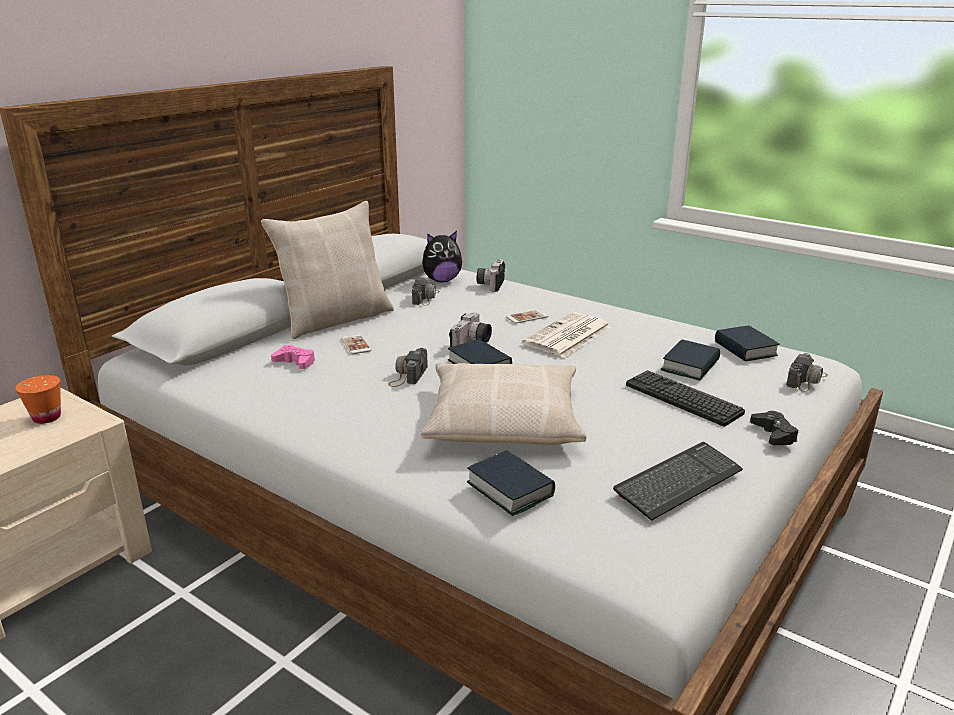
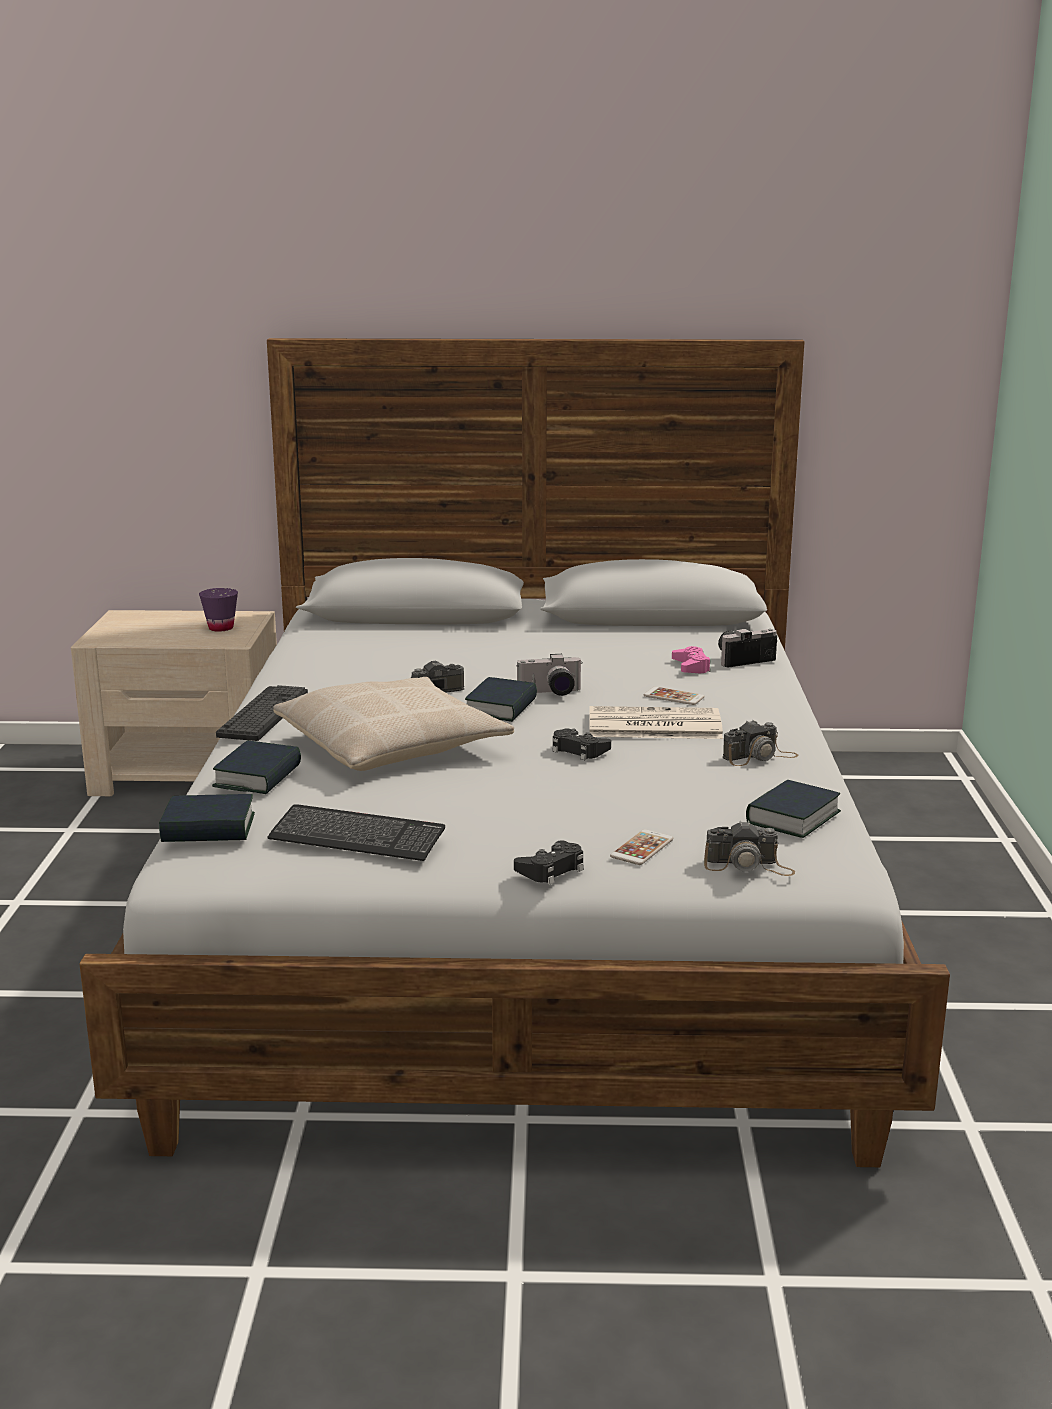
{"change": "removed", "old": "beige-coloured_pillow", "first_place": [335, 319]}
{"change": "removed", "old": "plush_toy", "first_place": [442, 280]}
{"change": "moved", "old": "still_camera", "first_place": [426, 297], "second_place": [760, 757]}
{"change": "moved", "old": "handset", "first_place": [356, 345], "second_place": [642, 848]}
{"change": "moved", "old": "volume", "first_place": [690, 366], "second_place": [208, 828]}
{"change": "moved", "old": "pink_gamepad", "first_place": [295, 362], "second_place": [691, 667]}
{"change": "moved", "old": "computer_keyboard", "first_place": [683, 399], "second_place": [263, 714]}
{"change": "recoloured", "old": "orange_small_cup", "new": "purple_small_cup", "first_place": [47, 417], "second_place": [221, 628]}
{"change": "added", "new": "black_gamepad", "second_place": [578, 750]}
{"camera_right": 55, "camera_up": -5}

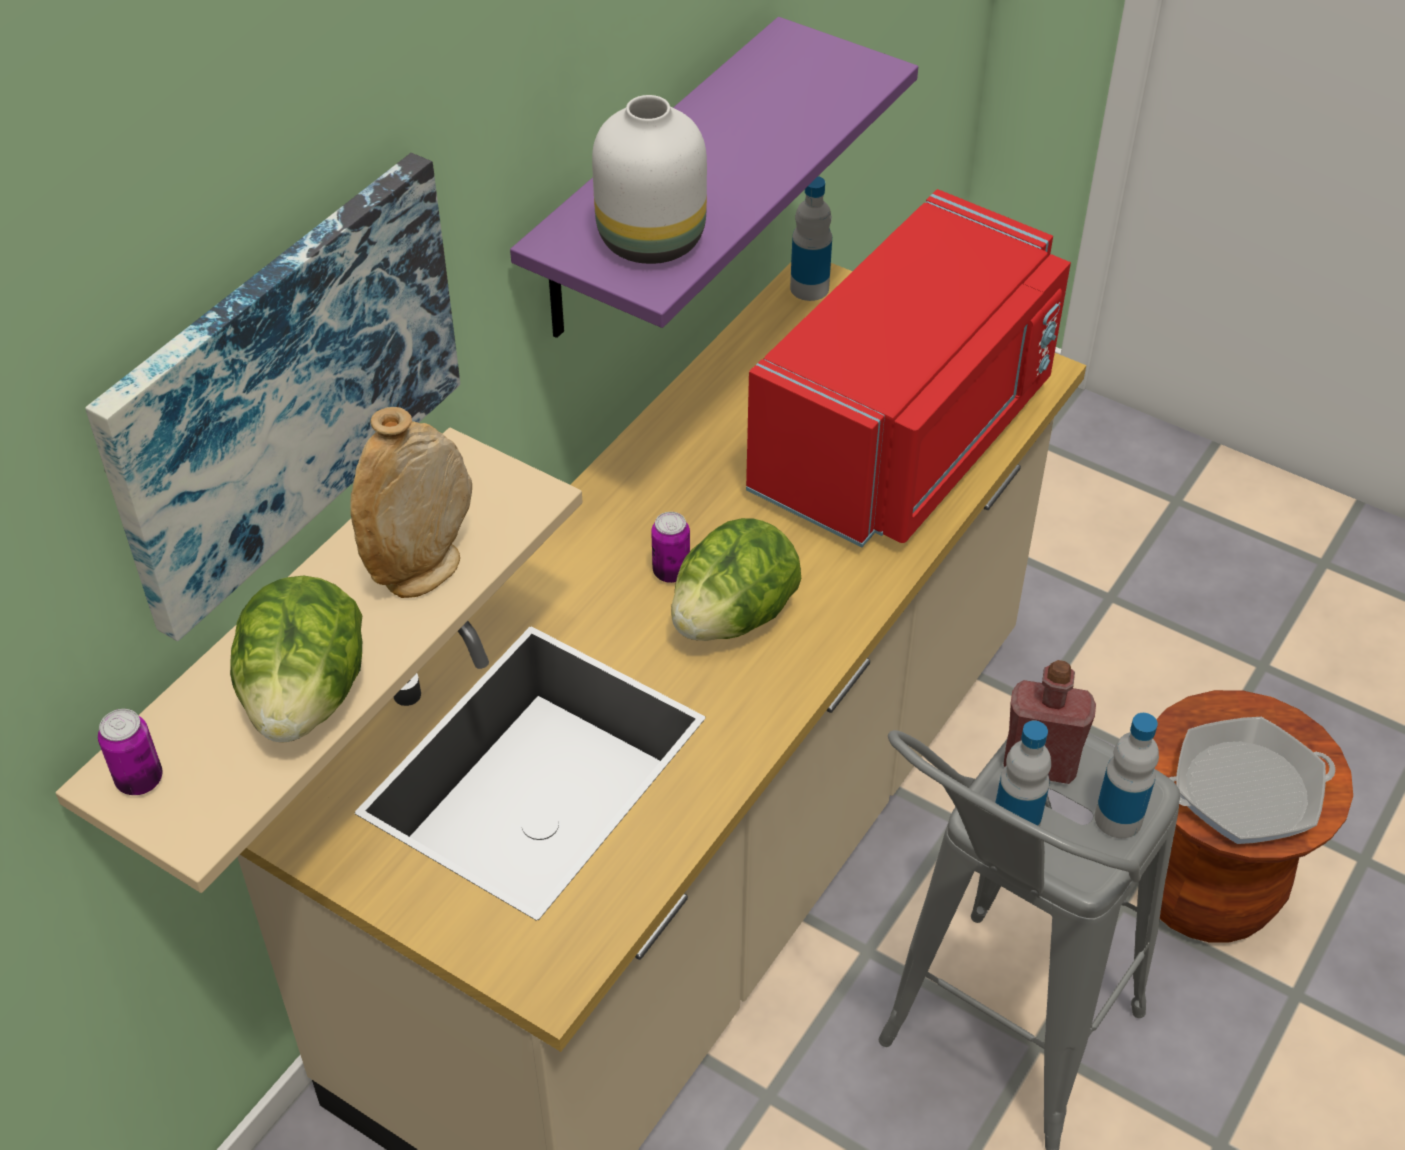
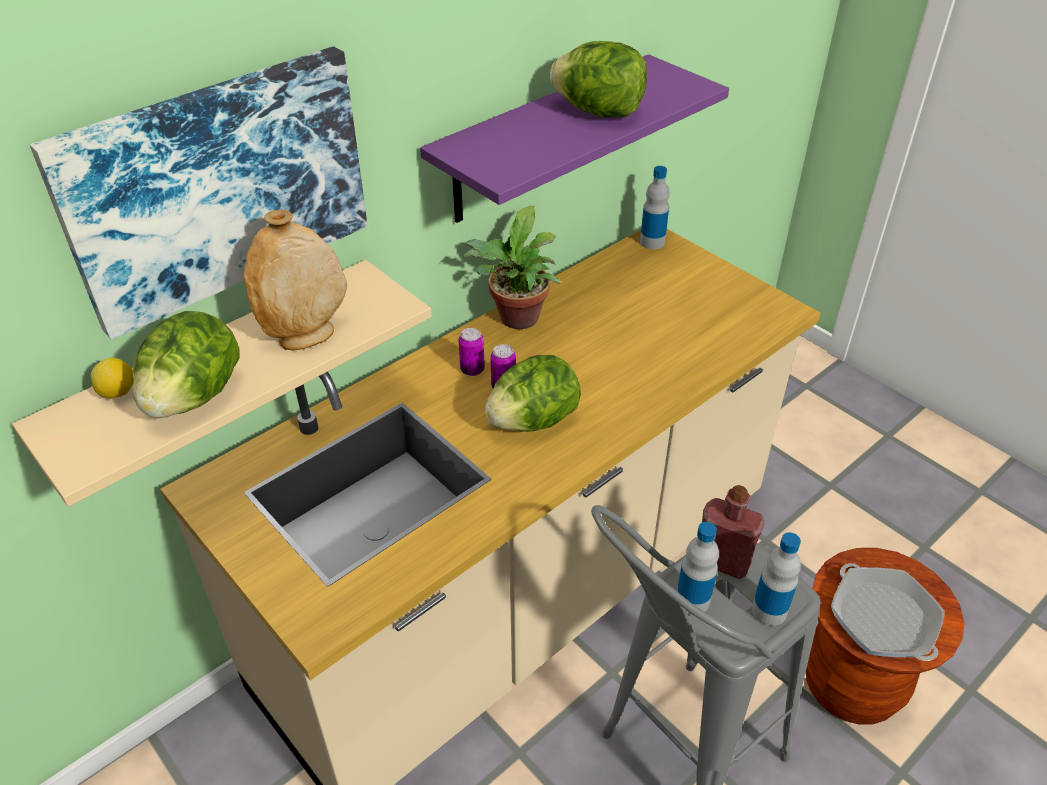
{"change": "removed", "old": "white_flower_vase", "first_place": [652, 238]}
{"change": "removed", "old": "red-coloured_microwave_oven", "first_place": [908, 437]}
{"change": "moved", "old": "metal_can", "first_place": [140, 780], "second_place": [472, 370]}
{"change": "turned", "old": "frying_pan", "first_place": [1245, 790], "second_place": [883, 619], "degrees": 60}
{"change": "added", "new": "lettuce", "second_place": [599, 112]}
{"change": "added", "new": "plant_in_a_pot", "second_place": [516, 321]}
{"change": "added", "new": "citrus_fruit", "second_place": [118, 393]}
{"camera_right": 15, "camera_up": -5}

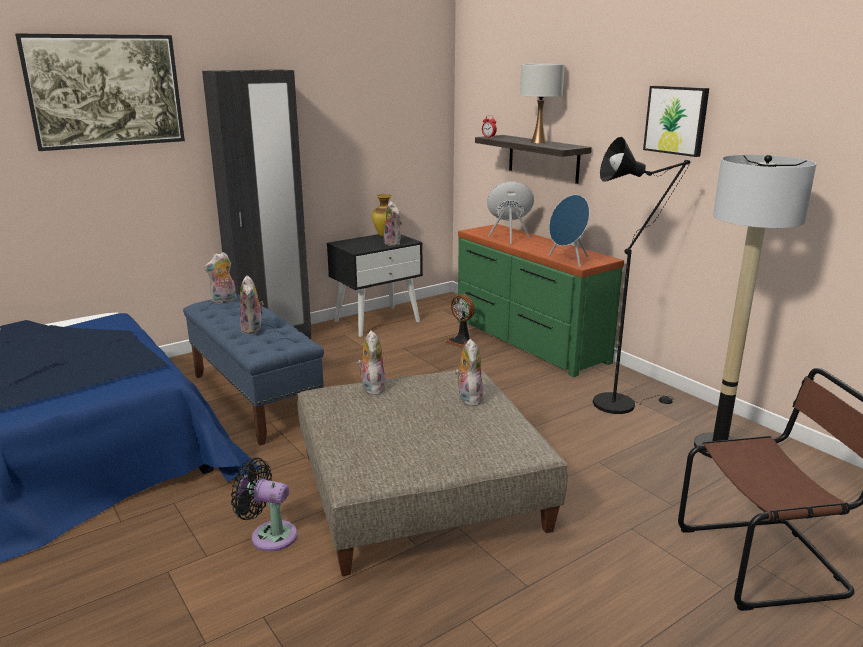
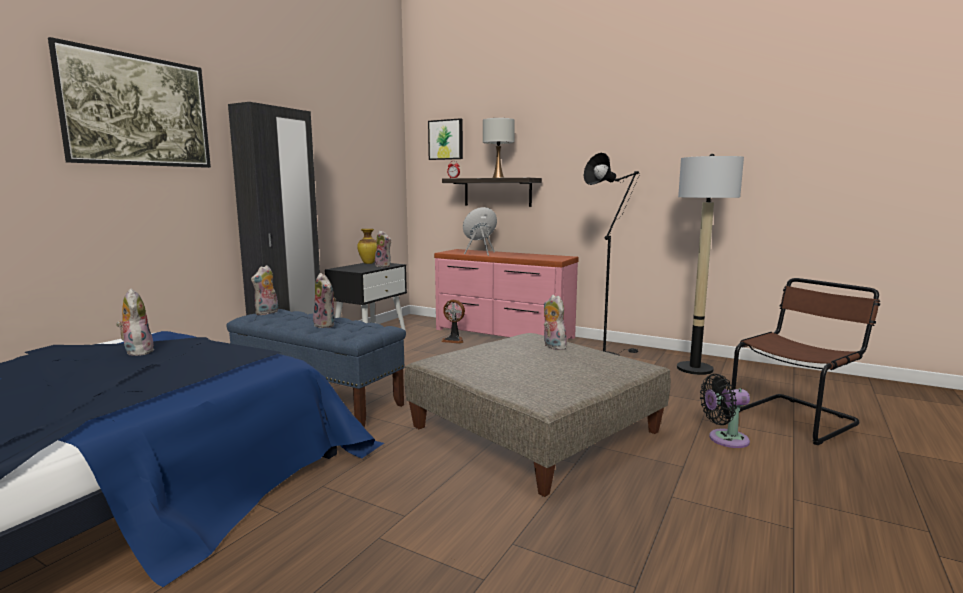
{"change": "moved", "old": "picture", "first_place": [676, 120], "second_place": [446, 139]}
{"change": "removed", "old": "blue-coloured_audio_speaker", "first_place": [568, 260]}
{"change": "recoloured", "old": "green_chest_of_drawers", "new": "pink_chest_of_drawers", "first_place": [528, 341], "second_place": [502, 333]}
{"change": "moved", "old": "plush_toy", "first_place": [372, 388], "second_place": [137, 351]}
{"change": "moved", "old": "black_cooling_fan", "first_place": [269, 535], "second_place": [724, 439]}
{"camera_right": -25, "camera_up": -10}

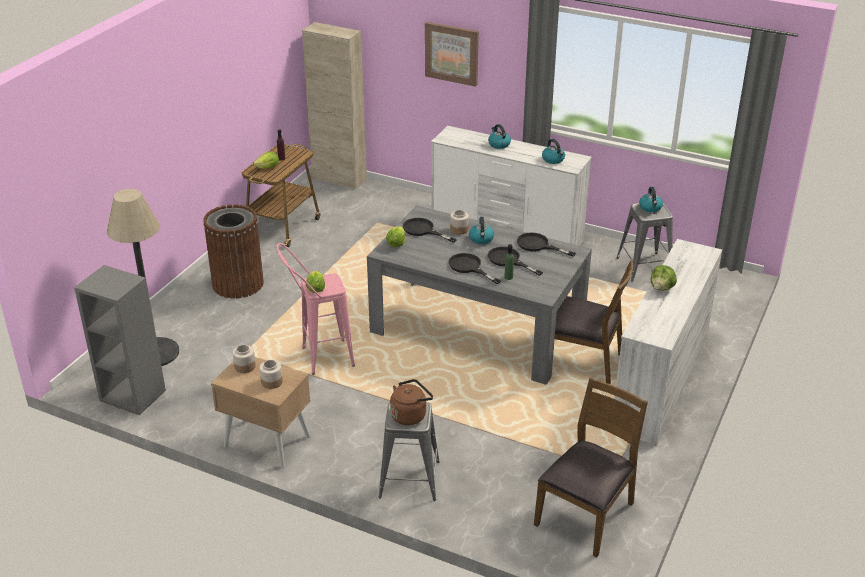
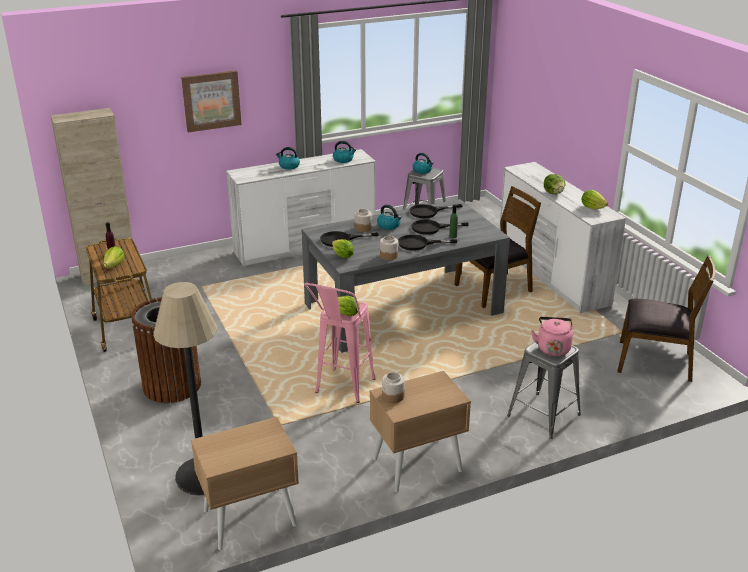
{"change": "replaced", "old": "greyish_shelving_unit", "new": "beige-coloured_nightstand", "first_place": [131, 396], "second_place": [249, 518]}
{"change": "moved", "old": "jar", "first_place": [272, 382], "second_place": [389, 255]}
{"change": "turned", "old": "brownish_plain_chair", "first_place": [586, 514], "second_place": [655, 361], "degrees": 120}
{"change": "recoloured", "old": "brownish_kettle", "new": "pink_kettle", "first_place": [410, 415], "second_place": [553, 348]}
{"change": "added", "new": "lettuce", "second_place": [592, 207]}
{"camera_right": -50, "camera_up": -5}

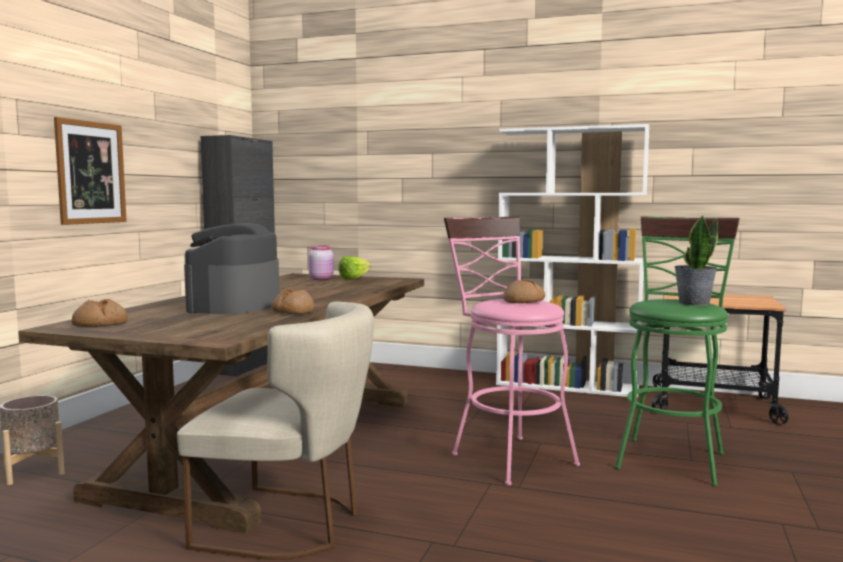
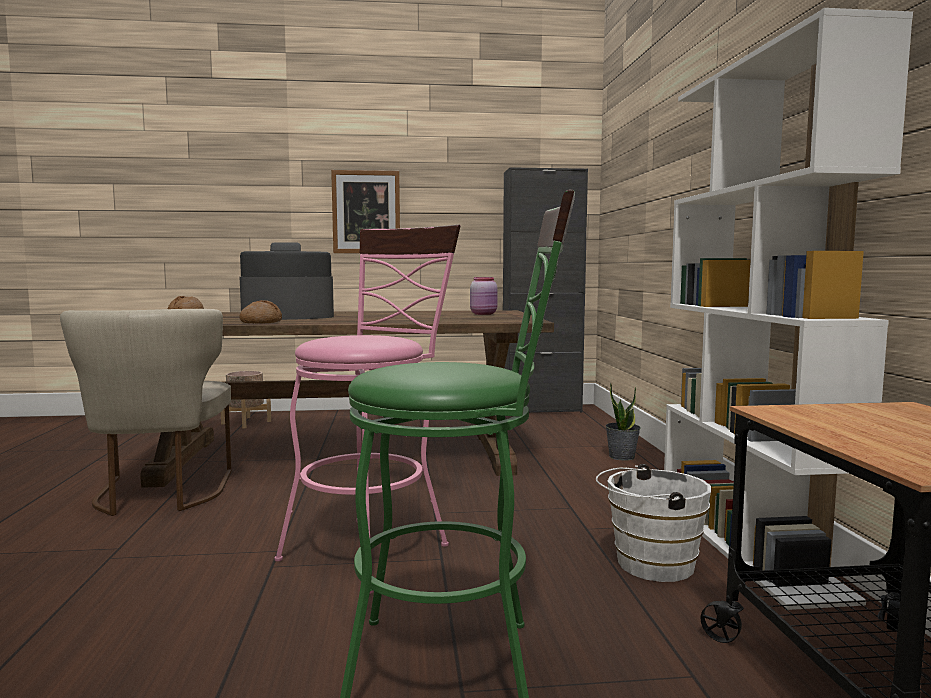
{"change": "moved", "old": "plant_in_a_pot", "first_place": [693, 303], "second_place": [621, 456]}
{"change": "removed", "old": "lettuce", "first_place": [357, 278]}
{"change": "removed", "old": "bakery_bread", "first_place": [524, 301]}
{"change": "added", "new": "white_bucket", "second_place": [648, 564]}
{"camera_right": 65, "camera_up": 0}

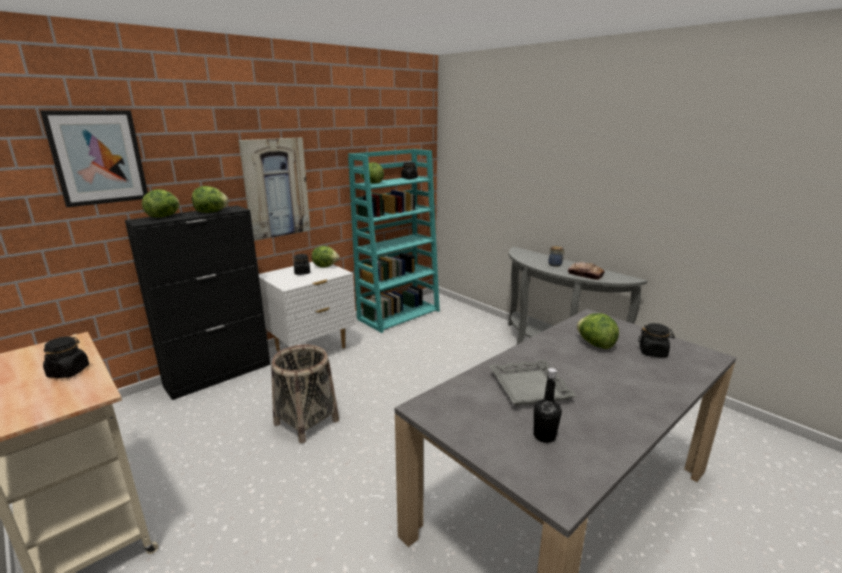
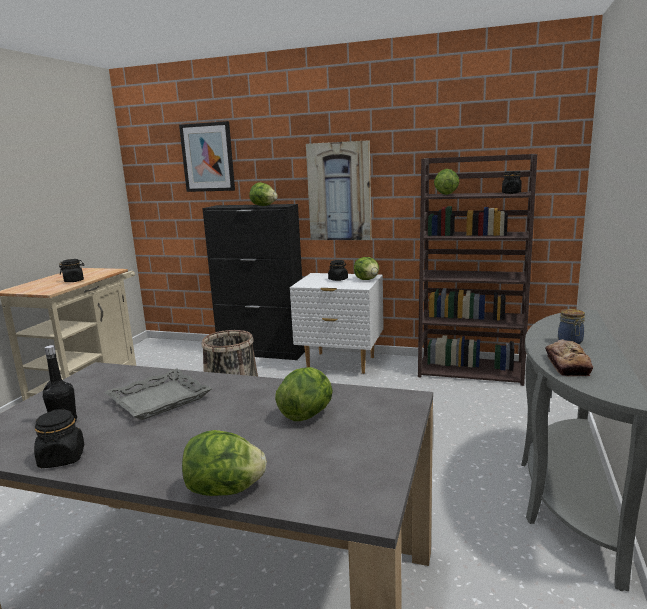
{"change": "recoloured", "old": "blue-green_shelving_unit", "new": "brownish_shelving_unit", "first_place": [399, 314], "second_place": [471, 370]}
{"change": "moved", "old": "lettuce", "first_place": [164, 216], "second_place": [225, 490]}
{"change": "moved", "old": "black_jar", "first_place": [653, 352], "second_place": [62, 458]}
{"camera_right": 60, "camera_up": -5}

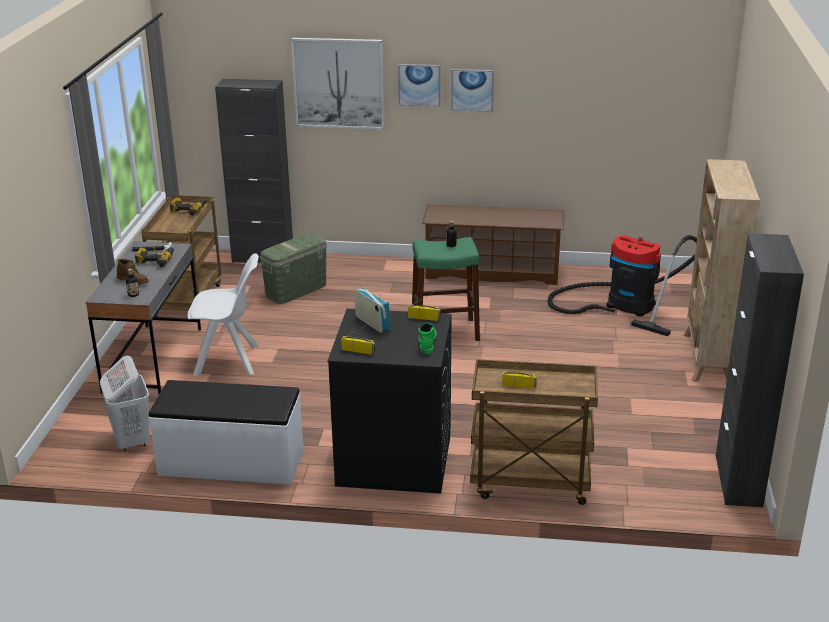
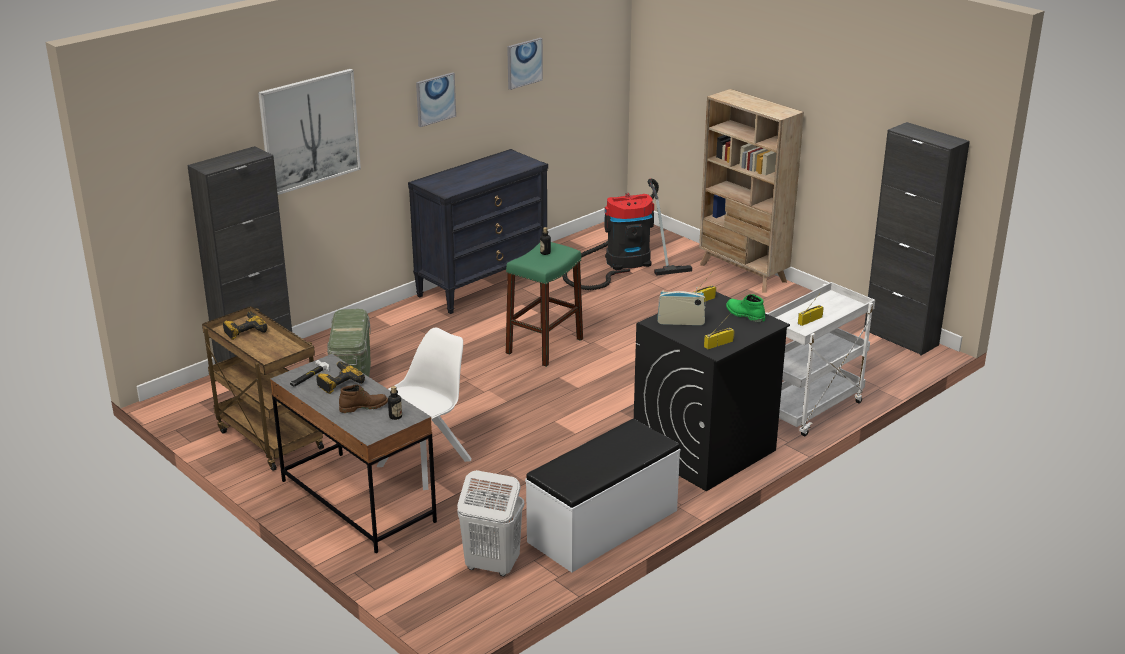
{"change": "moved", "old": "picture", "first_place": [419, 84], "second_place": [524, 63]}
{"change": "replaced", "old": "brownish_shoe_rack", "new": "black_chest_of_drawers", "first_place": [492, 272], "second_place": [482, 285]}
{"change": "recoloured", "old": "brownish_cart", "new": "white_cart", "first_place": [529, 484], "second_place": [809, 410]}
{"camera_right": -50, "camera_up": 0}

